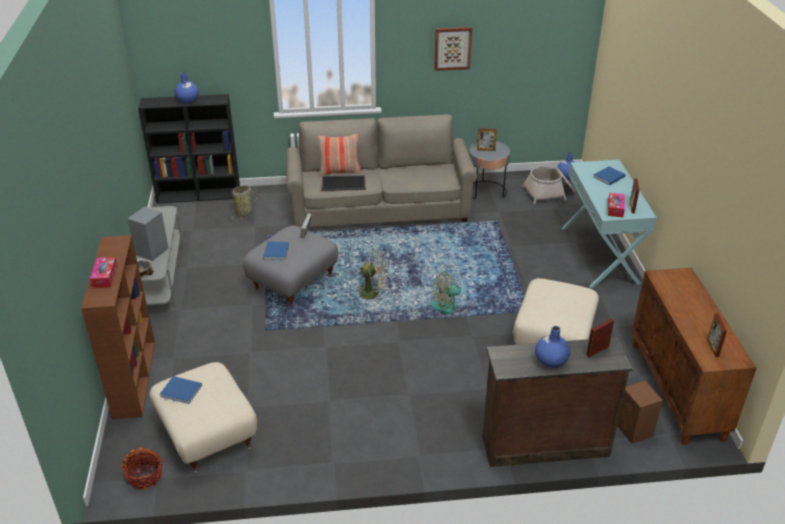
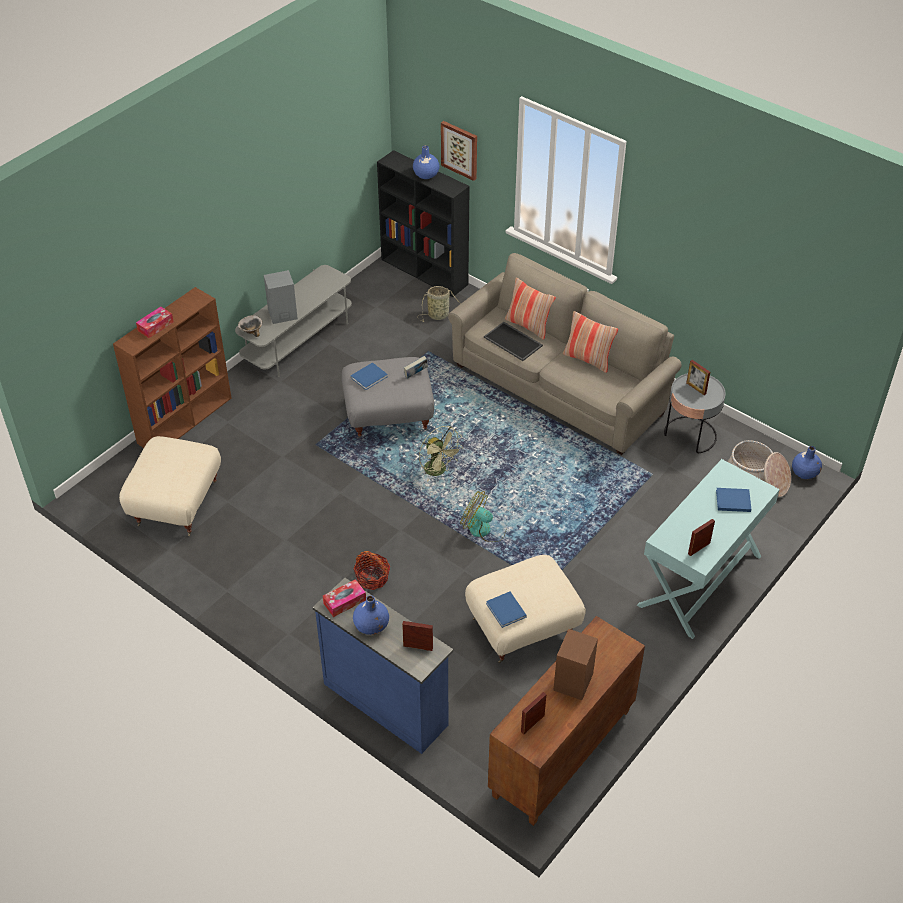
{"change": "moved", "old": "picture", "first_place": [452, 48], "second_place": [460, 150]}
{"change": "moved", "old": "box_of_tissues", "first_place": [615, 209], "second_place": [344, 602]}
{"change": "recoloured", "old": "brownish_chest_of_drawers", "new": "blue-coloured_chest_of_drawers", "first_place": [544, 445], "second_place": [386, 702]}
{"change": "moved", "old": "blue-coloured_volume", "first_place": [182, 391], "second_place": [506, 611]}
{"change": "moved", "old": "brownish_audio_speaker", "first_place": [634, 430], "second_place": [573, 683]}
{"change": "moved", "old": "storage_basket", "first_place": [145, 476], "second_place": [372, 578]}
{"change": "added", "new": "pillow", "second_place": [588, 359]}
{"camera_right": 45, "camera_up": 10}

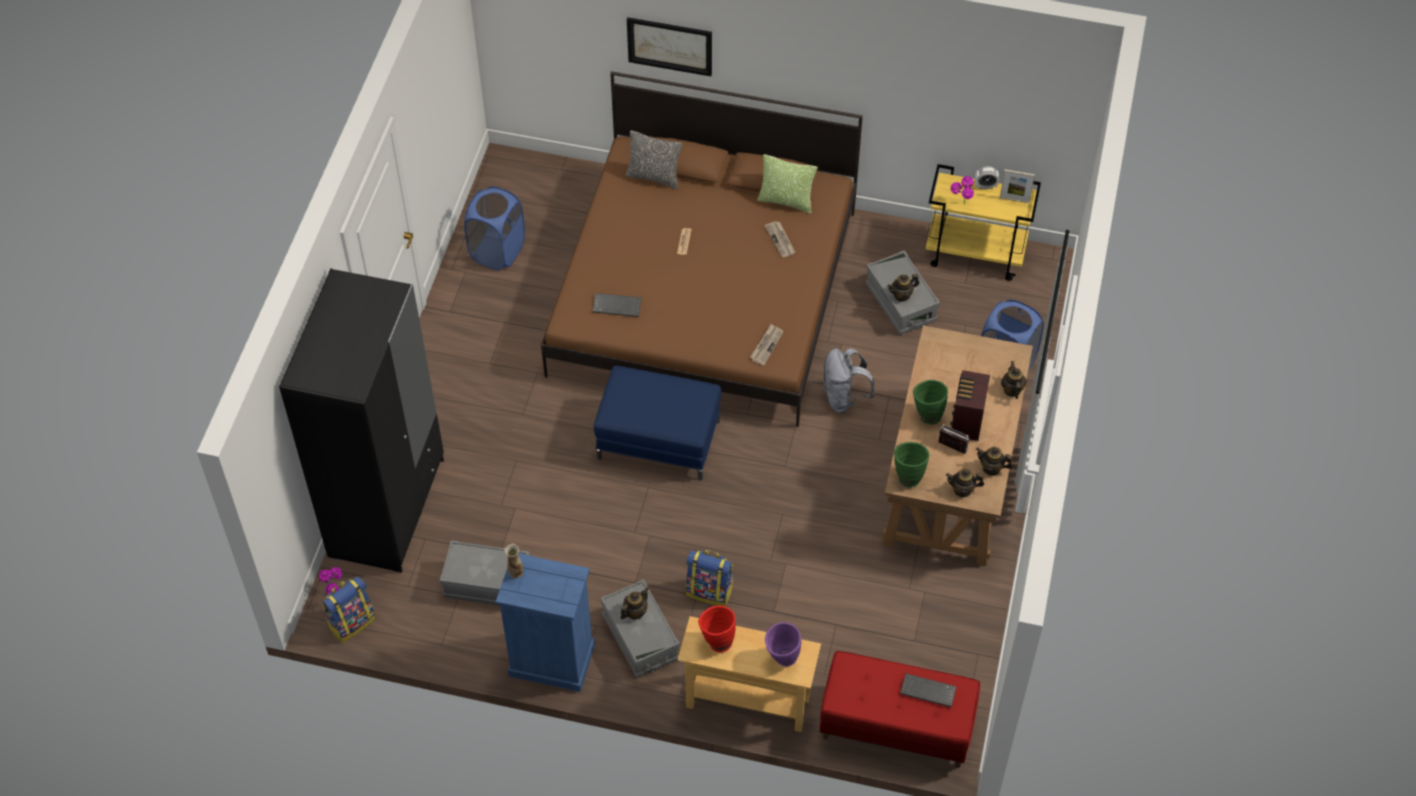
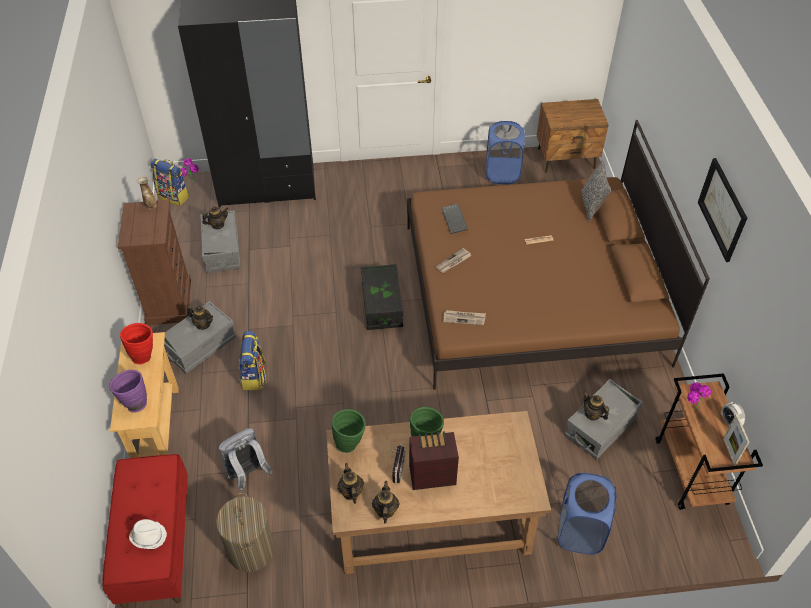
{"change": "moved", "old": "picture", "first_place": [670, 45], "second_place": [722, 209]}
{"change": "removed", "old": "pillow", "first_place": [786, 201]}
{"change": "recoloured", "old": "yellow-coloured_cart", "new": "brownish_cart", "first_place": [976, 254], "second_place": [691, 472]}
{"change": "moved", "old": "printed_paper", "first_place": [780, 240], "second_place": [453, 262]}
{"change": "moved", "old": "greyish_knapsack", "first_place": [844, 398], "second_place": [247, 474]}
{"change": "moved", "old": "pot_for_tea", "first_place": [1012, 390], "second_place": [217, 225]}
{"change": "replaced", "old": "blue-coloured_footrest", "new": "black_storage_container", "first_place": [659, 439], "second_place": [382, 306]}
{"change": "recoloured", "old": "blue-coloured_chest_of_drawers", "new": "brownish_chest_of_drawers", "first_place": [551, 660], "second_place": [169, 302]}
{"change": "replaced", "old": "computer_keyboard", "new": "white_clothing_hat", "first_place": [927, 691], "second_place": [149, 536]}
{"change": "added", "new": "brownish_nightstand", "second_place": [566, 159]}
{"change": "added", "new": "laundry_basket", "second_place": [251, 550]}
{"camera_right": 70, "camera_up": -5}

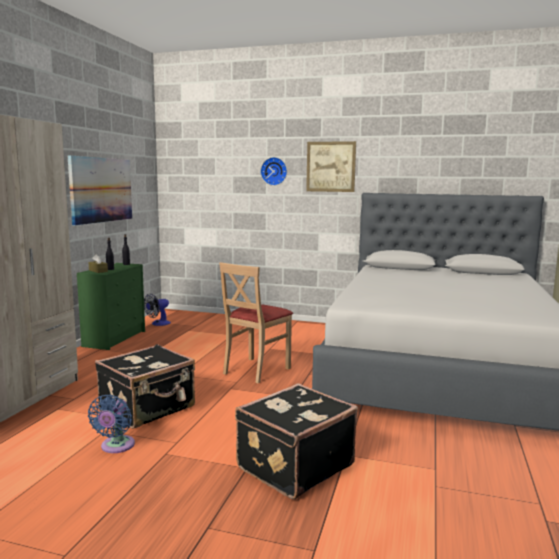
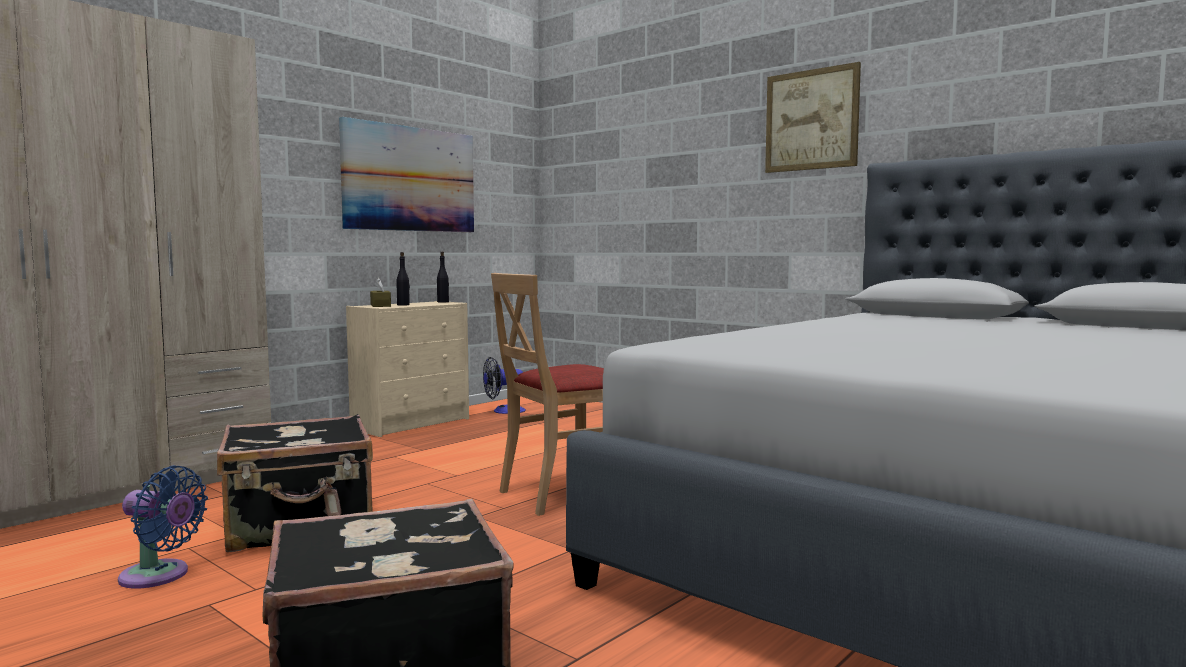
{"change": "removed", "old": "clock_on_the_wall", "first_place": [274, 171]}
{"change": "recoloured", "old": "green_chest_of_drawers", "new": "beige-coloured_chest_of_drawers", "first_place": [115, 338], "second_place": [412, 423]}
{"change": "turned", "old": "blue-coloured_cooling_fan", "first_place": [116, 447], "second_place": [159, 576], "degrees": -105}
{"camera_right": 25, "camera_up": -5}

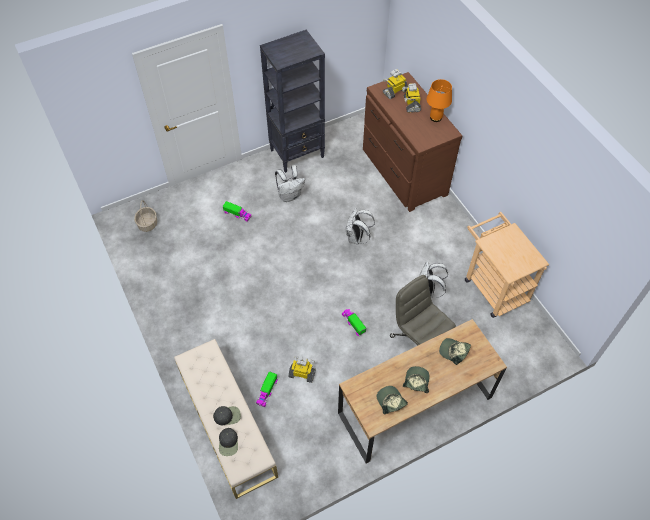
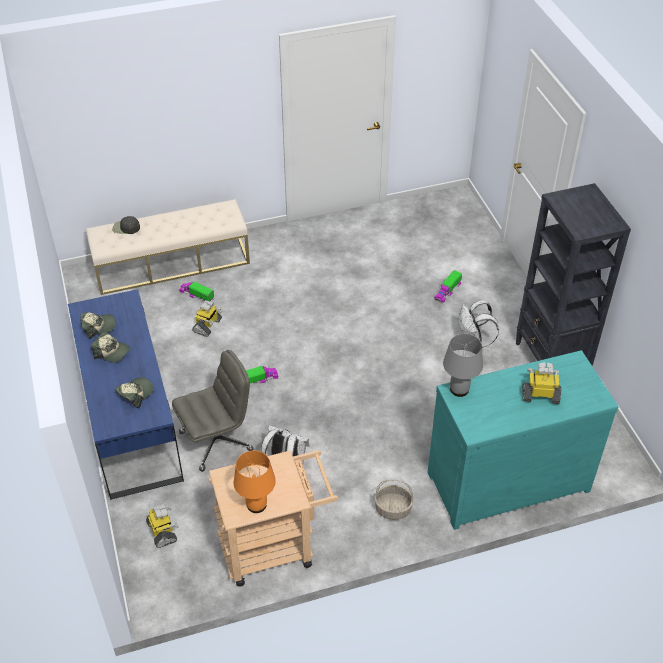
{"change": "moved", "old": "model_robot", "first_place": [395, 91], "second_place": [162, 532]}
{"change": "recoloured", "old": "brownish_chest_of_drawers", "new": "blue-green_chest_of_drawers", "first_place": [403, 172], "second_place": [506, 479]}
{"change": "moved", "old": "orange_tabletop_lamp", "first_place": [435, 118], "second_place": [256, 504]}
{"change": "moved", "old": "storage_basket", "first_place": [148, 224], "second_place": [392, 509]}
{"change": "removed", "old": "white_knapsack", "first_place": [356, 238]}
{"change": "recoloured", "old": "brownish_desk_table", "new": "blue-coloured_desk_table", "first_place": [415, 405], "second_place": [131, 419]}
{"change": "removed", "old": "black_baseball_cap", "first_place": [227, 415]}
{"change": "added", "new": "greyish_tabletop_lamp", "second_place": [459, 389]}
{"camera_right": 100, "camera_up": -10}

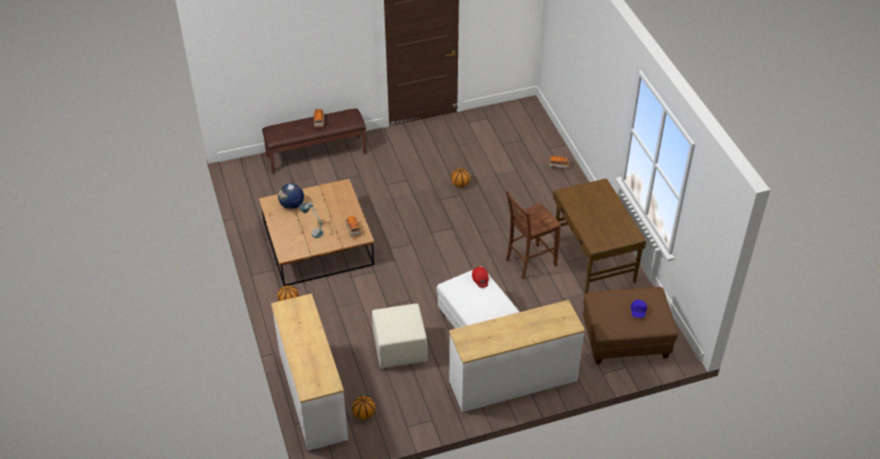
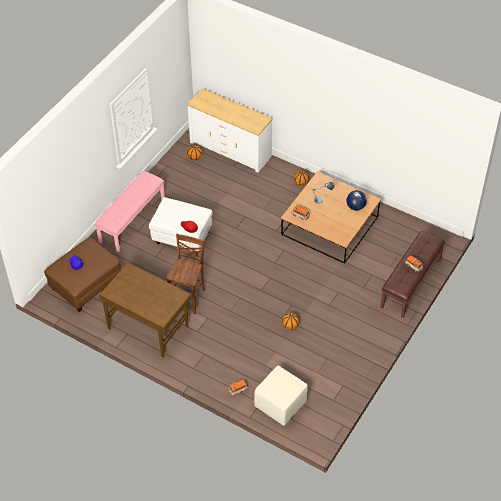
{"change": "replaced", "old": "white_chest_of_drawers", "new": "pink_long_seat", "first_place": [513, 382], "second_place": [132, 220]}
{"change": "moved", "old": "beige-coloured_footrest", "first_place": [400, 348], "second_place": [280, 405]}
{"camera_right": 140, "camera_up": 5}

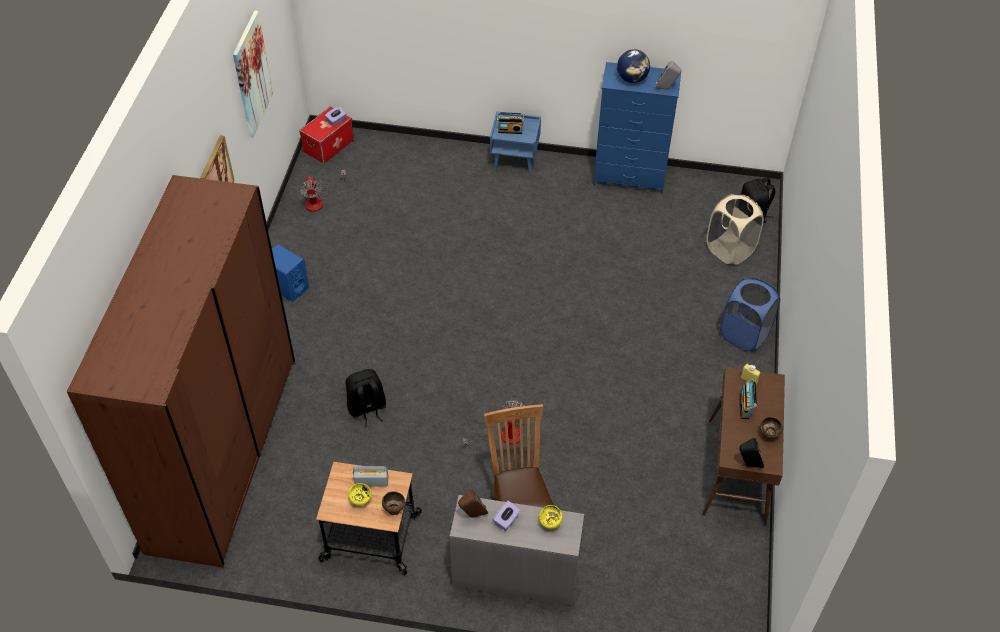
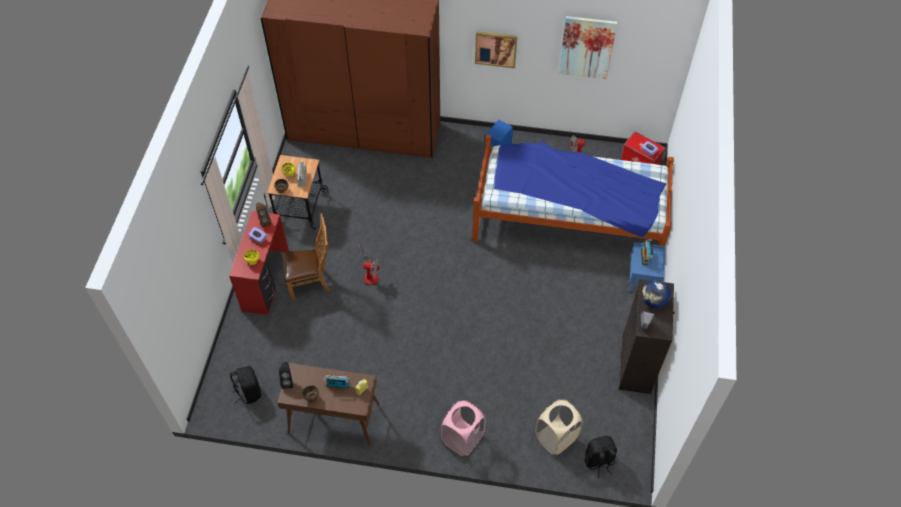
{"change": "recoloured", "old": "blue-coloured_chest_of_drawers", "new": "black_chest_of_drawers", "first_place": [630, 177], "second_place": [635, 365]}
{"change": "recoloured", "old": "blue-coloured_laundry_basket", "new": "pink_laundry_basket", "first_place": [744, 334], "second_place": [462, 438]}
{"change": "moved", "old": "black_knapsack", "first_place": [367, 408], "second_place": [248, 392]}
{"change": "recoloured", "old": "greyish_desk_table", "new": "red-coloured_desk_table", "first_place": [515, 574], "second_place": [266, 281]}
{"change": "added", "new": "bedroom_bed", "second_place": [568, 218]}
{"camera_right": 90, "camera_up": 5}

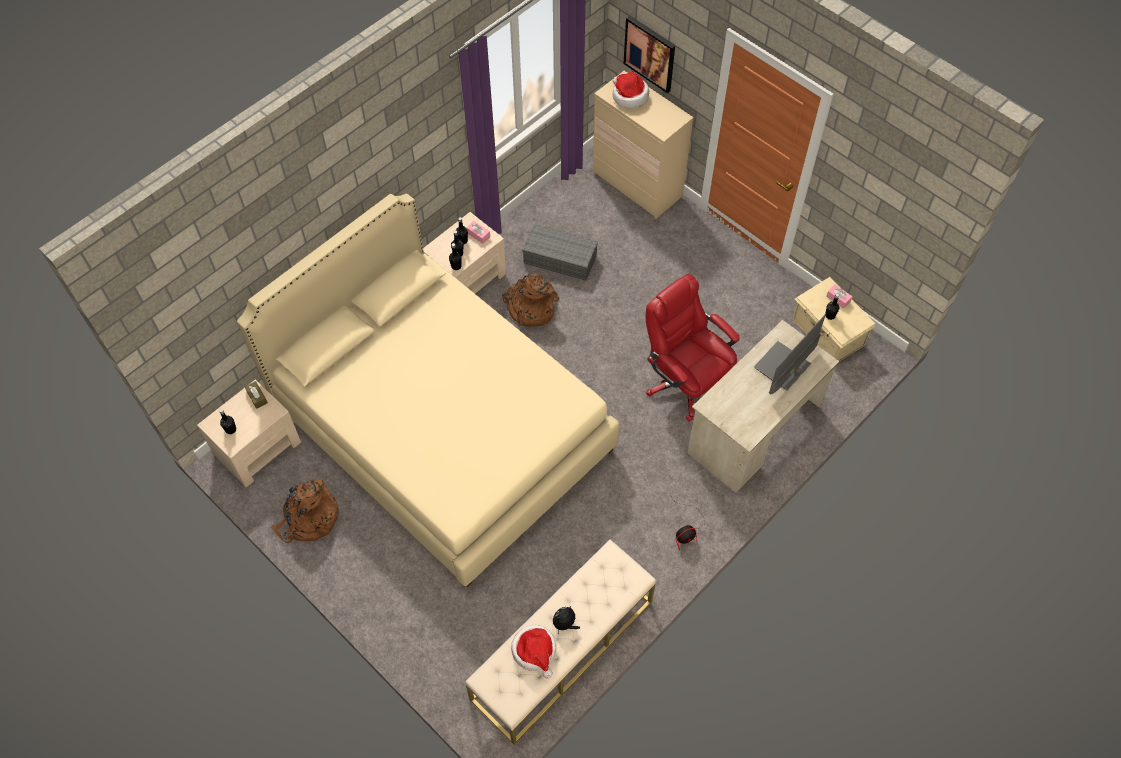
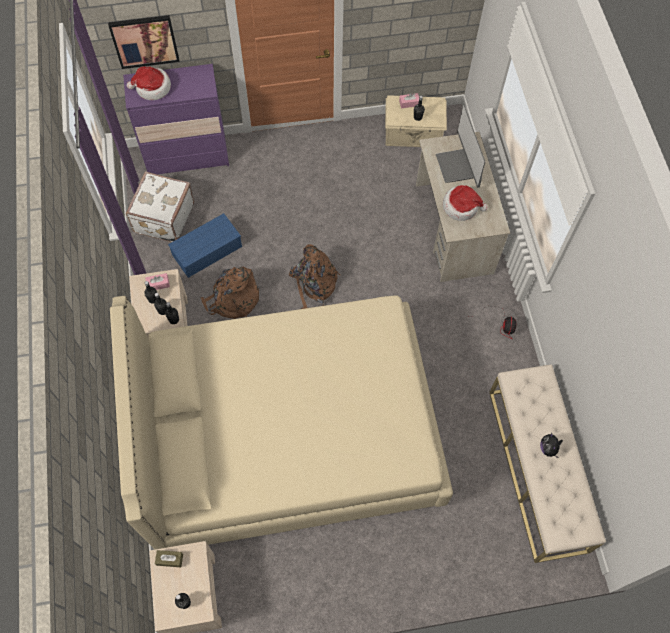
{"change": "recoloured", "old": "beige-coloured_chest_of_drawers", "new": "purple_chest_of_drawers", "first_place": [637, 184], "second_place": [187, 156]}
{"change": "recoloured", "old": "greyish_storage_container", "new": "blue-coloured_storage_container", "first_place": [561, 259], "second_place": [207, 250]}
{"change": "removed", "old": "red-coloured_office_chair", "first_place": [685, 382]}
{"change": "moved", "old": "brownish_knapsack", "first_place": [309, 519], "second_place": [314, 284]}
{"change": "moved", "old": "clothing_hat", "first_place": [535, 651], "second_place": [461, 207]}
{"change": "added", "new": "white_suitcase", "second_place": [163, 218]}
{"camera_right": -55, "camera_up": 5}

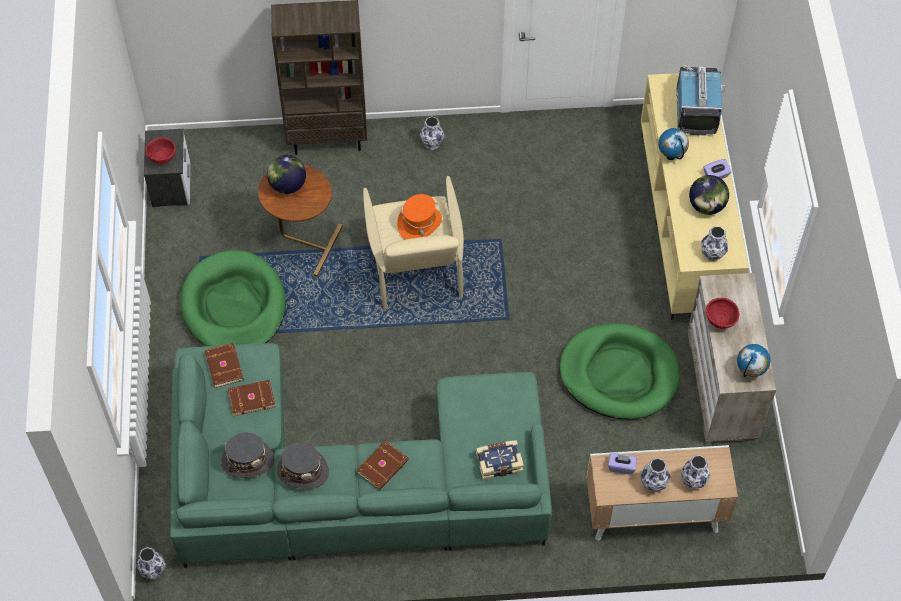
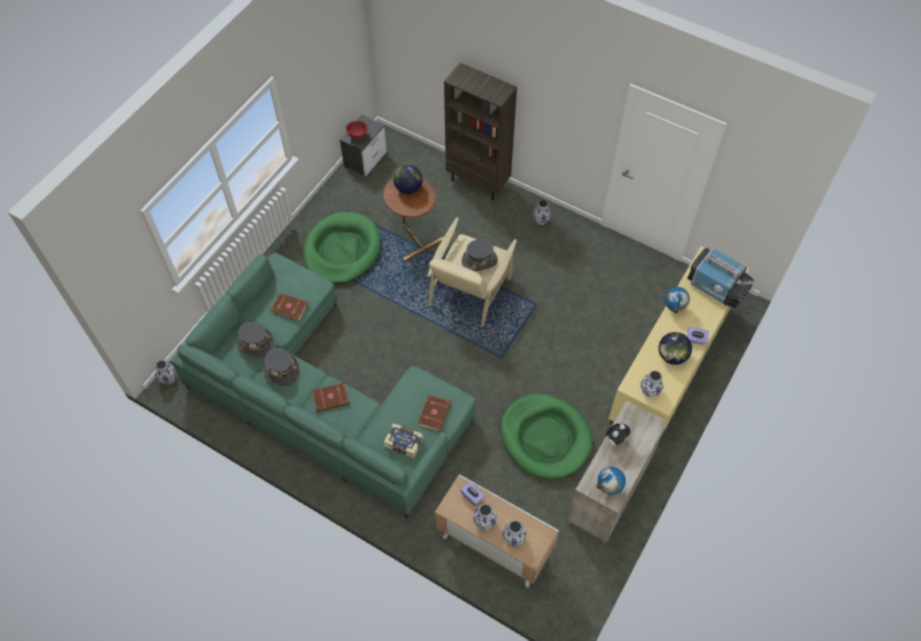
{"change": "turned", "old": "television", "first_place": [696, 109], "second_place": [717, 287], "degrees": 90}
{"change": "recoloured", "old": "orange_clothing_hat", "new": "greyish_clothing_hat", "first_place": [419, 223], "second_place": [479, 261]}
{"change": "replaced", "old": "red-coloured_bowl", "new": "plush_toy", "first_place": [720, 321], "second_place": [615, 440]}
{"change": "moved", "old": "brownish_volume", "first_place": [225, 366], "second_place": [435, 414]}
{"camera_right": 35, "camera_up": 0}

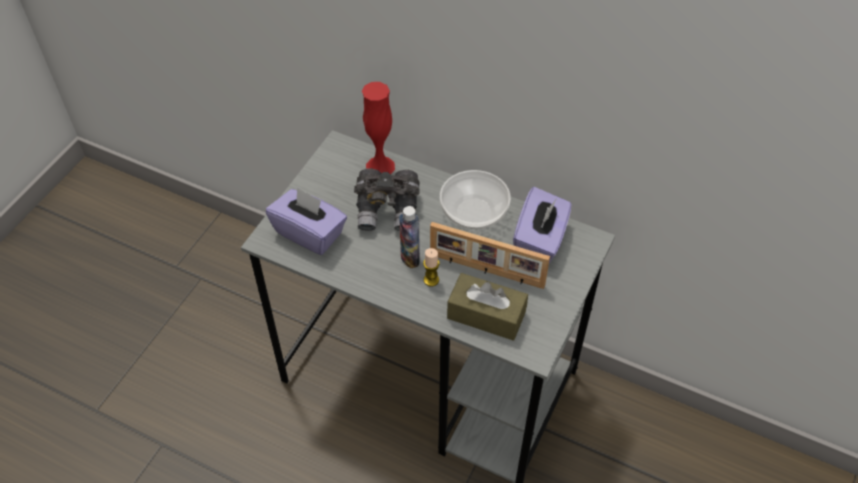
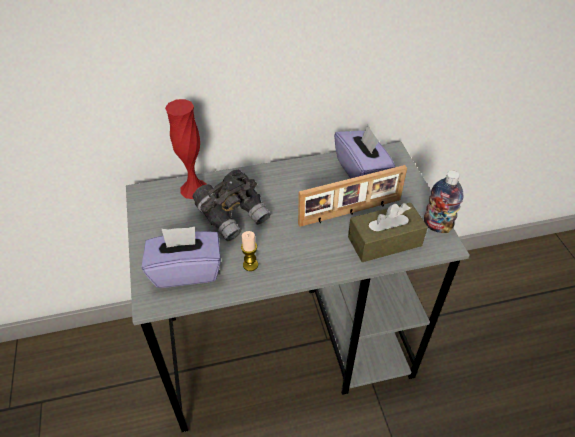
{"change": "removed", "old": "bowl", "first_place": [474, 211]}
{"change": "moved", "old": "bottle", "first_place": [410, 257], "second_place": [437, 226]}
{"change": "moved", "old": "wax_candle", "first_place": [431, 280], "second_place": [250, 265]}
{"camera_right": -40, "camera_up": -5}

